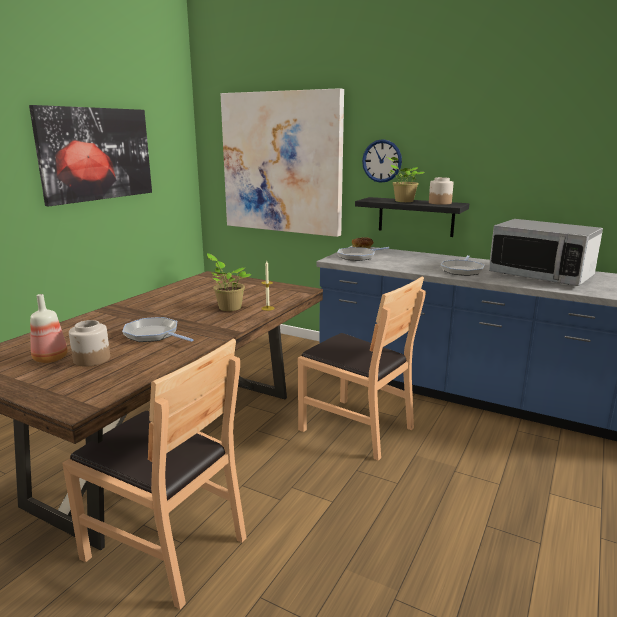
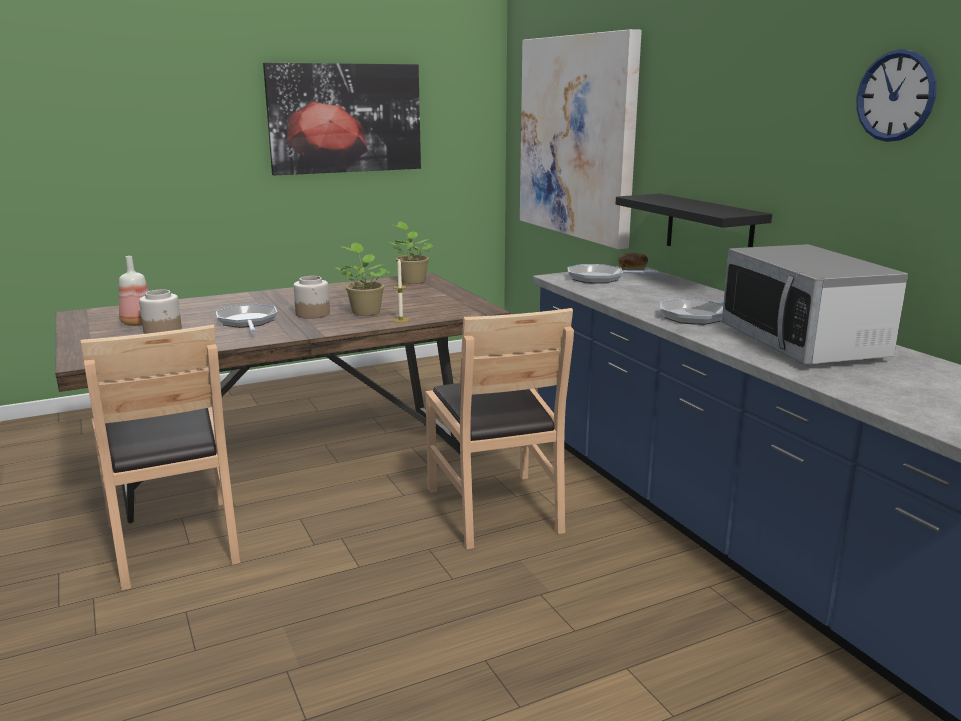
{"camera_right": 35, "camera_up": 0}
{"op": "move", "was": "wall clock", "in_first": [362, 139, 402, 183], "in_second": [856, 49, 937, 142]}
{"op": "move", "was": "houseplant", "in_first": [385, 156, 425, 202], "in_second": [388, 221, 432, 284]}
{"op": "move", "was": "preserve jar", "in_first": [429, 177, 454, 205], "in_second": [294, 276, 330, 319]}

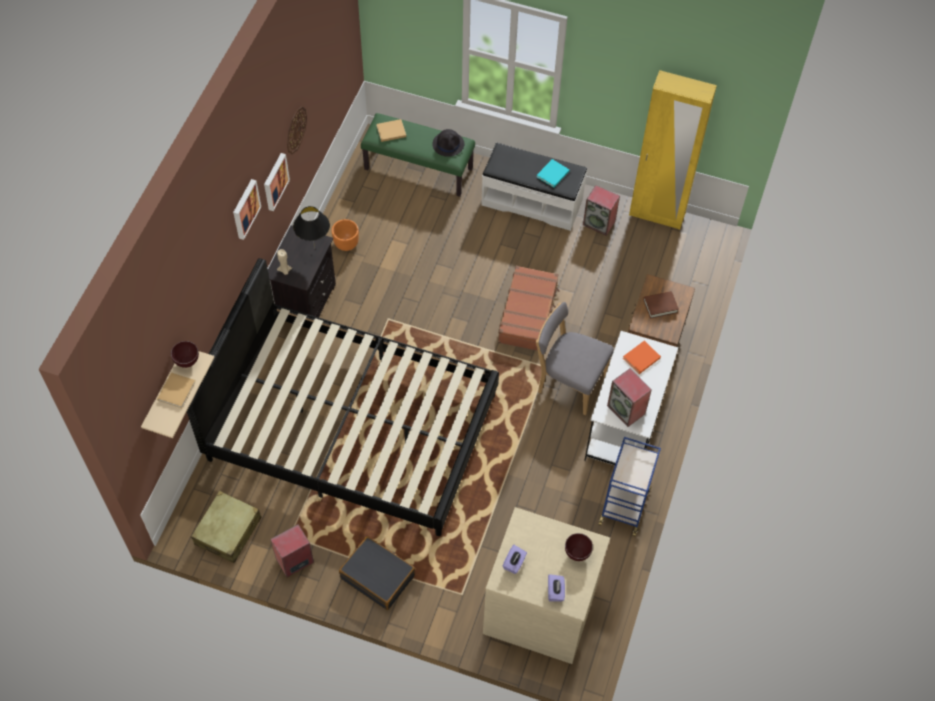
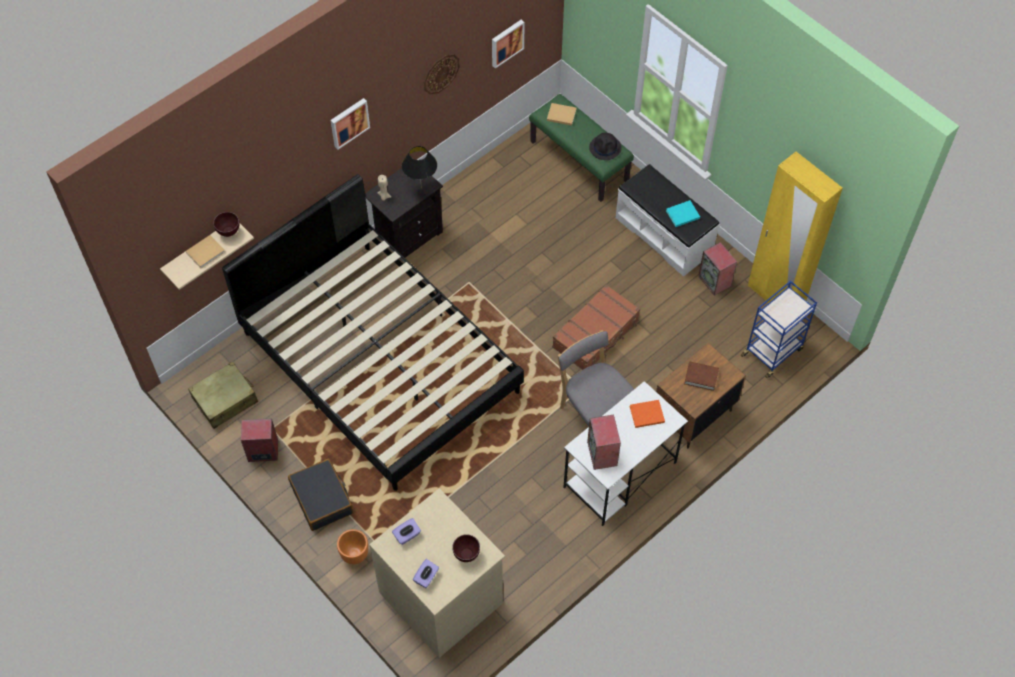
{"camera_right": 30, "camera_up": 0}
{"op": "move", "was": "wall art", "in_first": [264, 153, 290, 211], "in_second": [492, 20, 525, 69]}
{"op": "move", "was": "orange-coloured plant pot", "in_first": [332, 219, 359, 251], "in_second": [337, 529, 368, 564]}
{"op": "move", "was": "blue-coloured cart", "in_first": [598, 437, 661, 536], "in_second": [741, 281, 817, 378]}

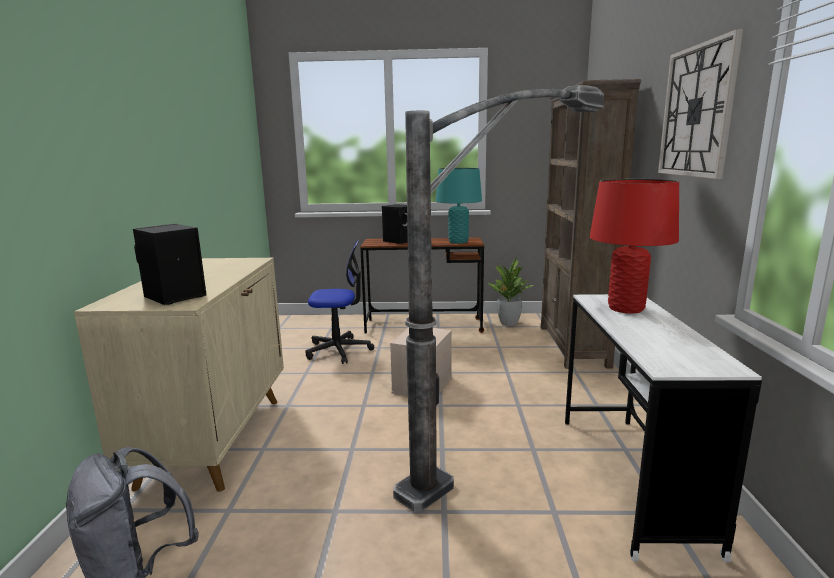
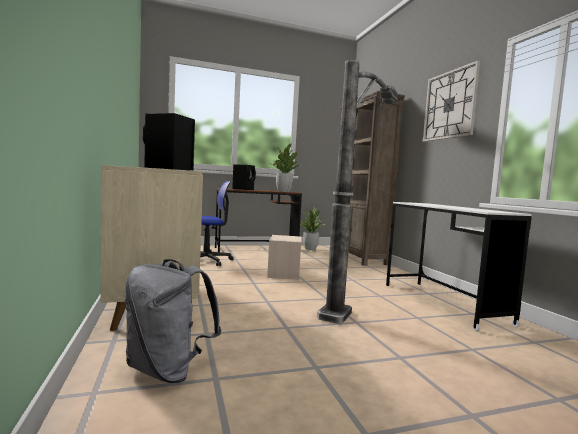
{"camera_right": -20, "camera_up": -10}
{"op": "replace", "was": "blue-green tabletop lamp", "now": "houseplant", "in_first": [436, 168, 482, 244], "in_second": [270, 144, 301, 192]}
{"op": "delete", "was": "red-coloured tabletop lamp", "in_first": [590, 179, 679, 314]}

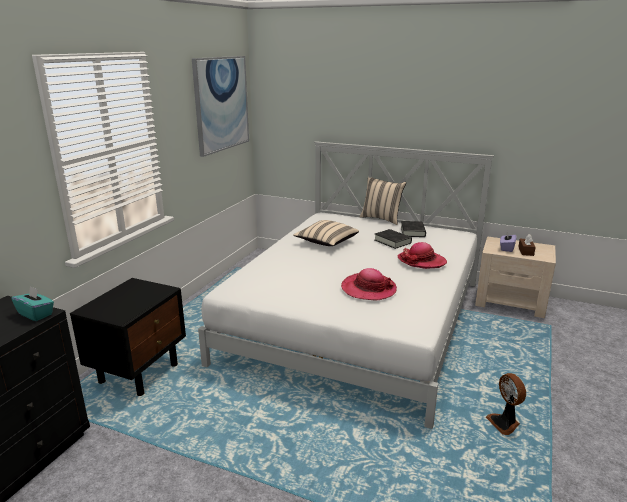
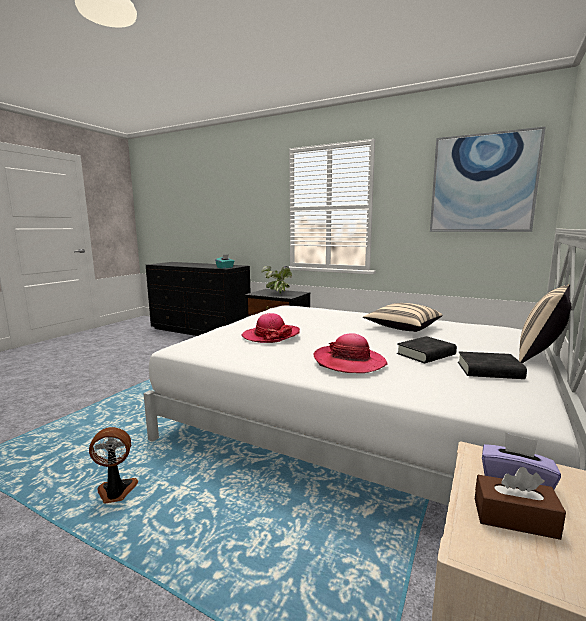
{"camera_right": 95, "camera_up": -10}
{"op": "insert", "now": "houseplant", "in_second": [262, 266, 292, 294]}

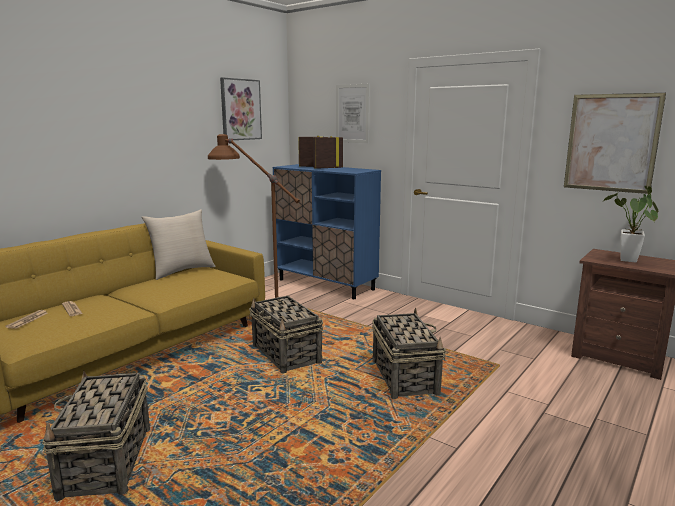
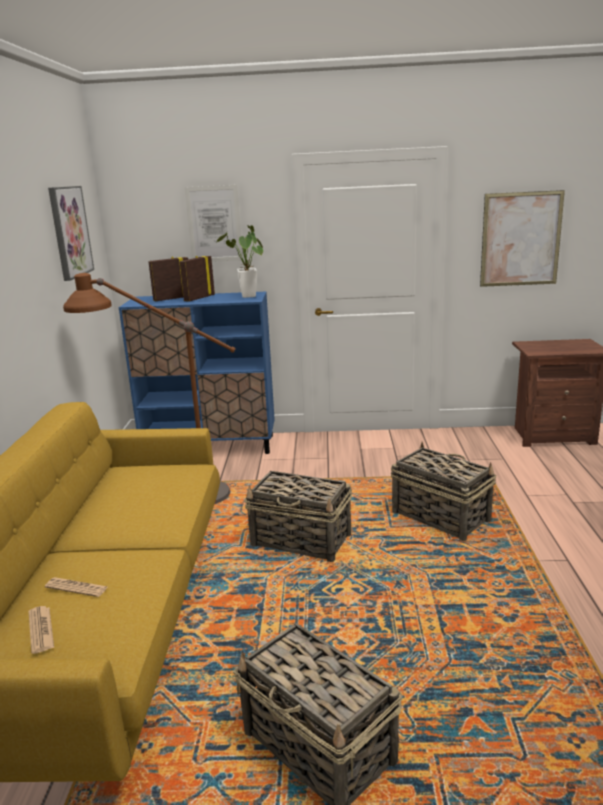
{"camera_right": -35, "camera_up": 5}
{"op": "delete", "was": "beige-coloured pillow", "in_first": [141, 209, 216, 280]}
{"op": "move", "was": "houseplant", "in_first": [603, 186, 658, 263], "in_second": [216, 225, 263, 298]}

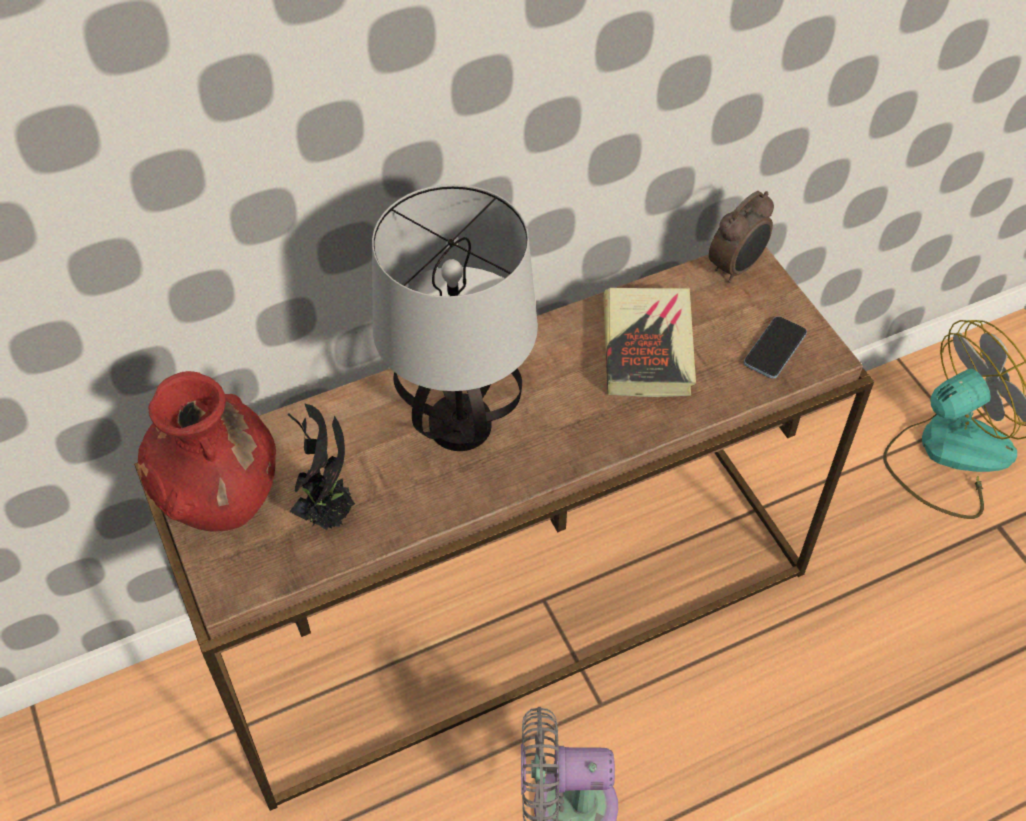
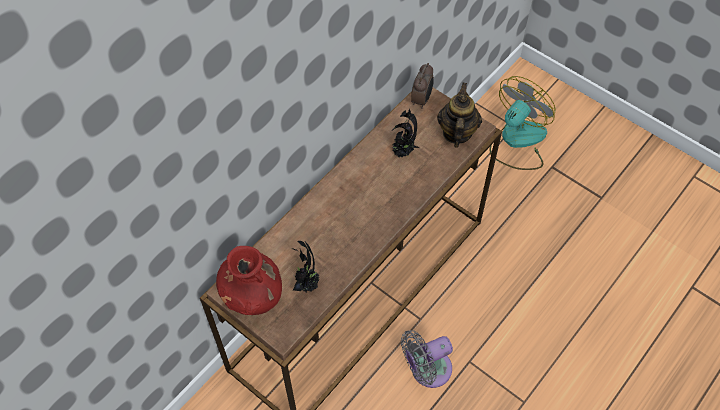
{"camera_right": -25, "camera_up": 5}
{"op": "delete", "was": "tabletop lamp", "in_first": [372, 184, 538, 451]}
{"op": "replace", "was": "volume", "now": "houseplant", "in_first": [603, 288, 696, 397], "in_second": [391, 109, 420, 158]}
{"op": "replace", "was": "telephone", "now": "teapot", "in_first": [744, 316, 807, 379], "in_second": [437, 83, 482, 148]}

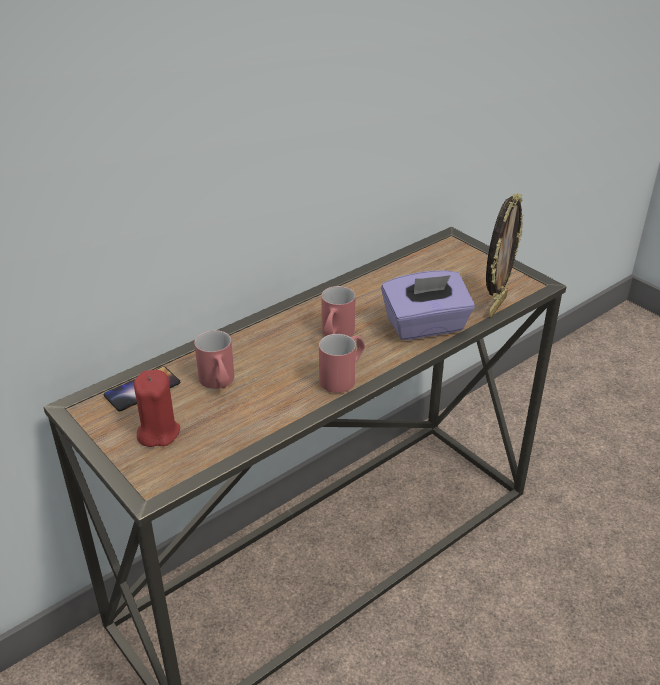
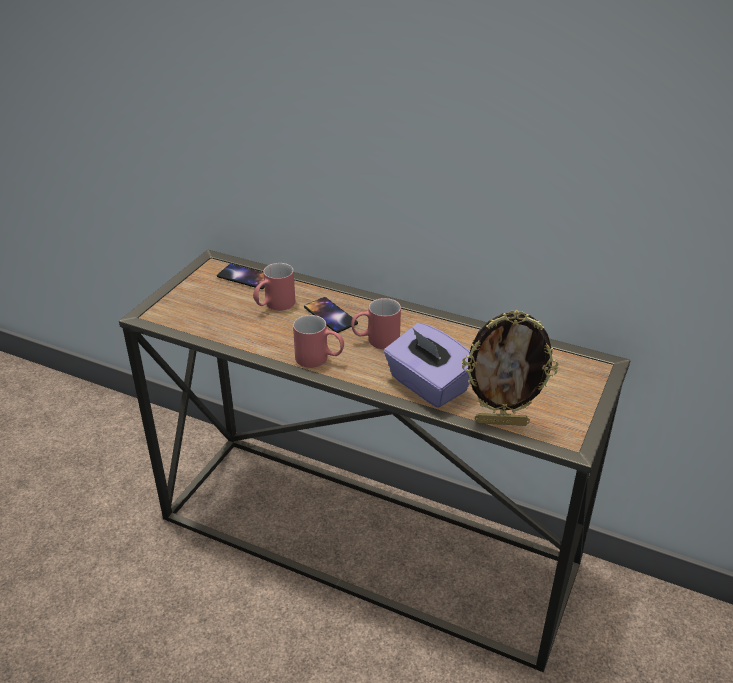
{"camera_right": 65, "camera_up": 0}
{"op": "delete", "was": "red-coloured wax light", "in_first": [134, 370, 180, 447]}
{"op": "insert", "now": "telephone", "in_second": [304, 297, 358, 333]}

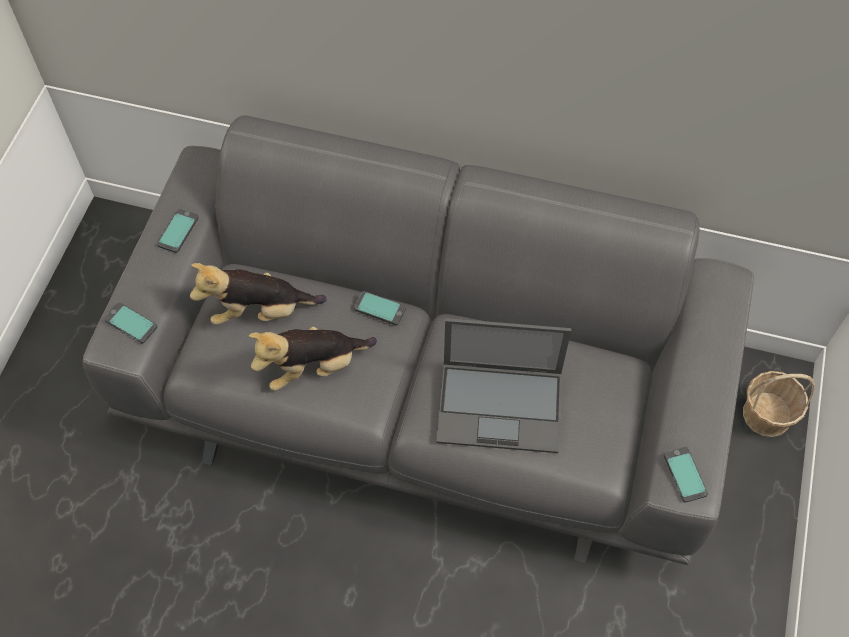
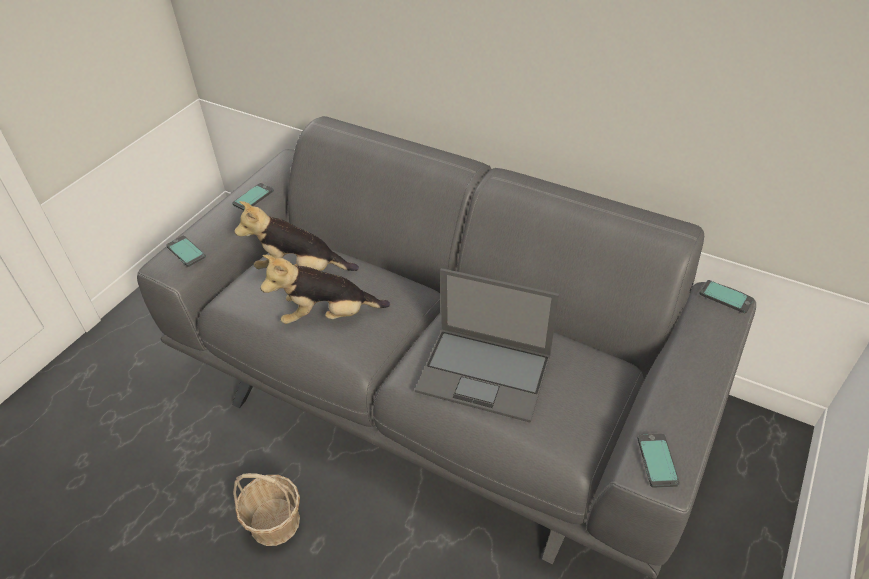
{"camera_right": 15, "camera_up": -15}
{"op": "move", "was": "telephone", "in_first": [354, 291, 406, 325], "in_second": [699, 280, 754, 313]}
{"op": "move", "was": "household basket", "in_first": [743, 371, 815, 437], "in_second": [233, 473, 300, 546]}

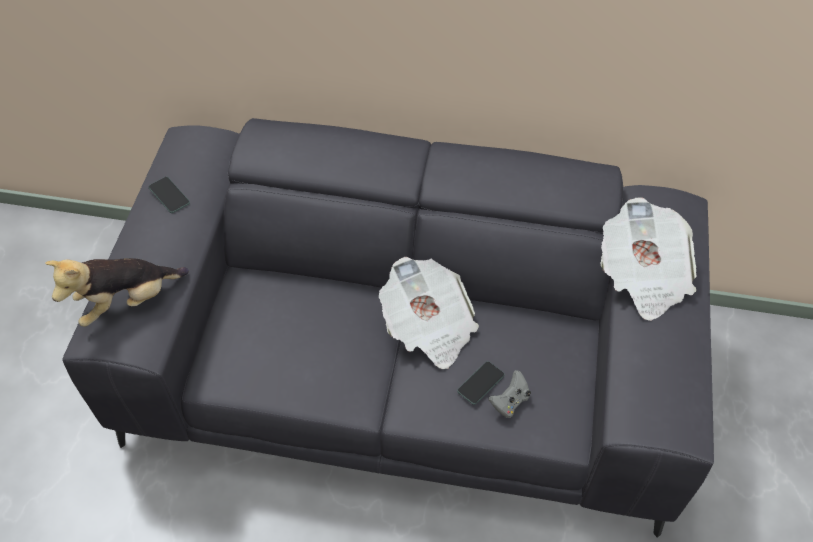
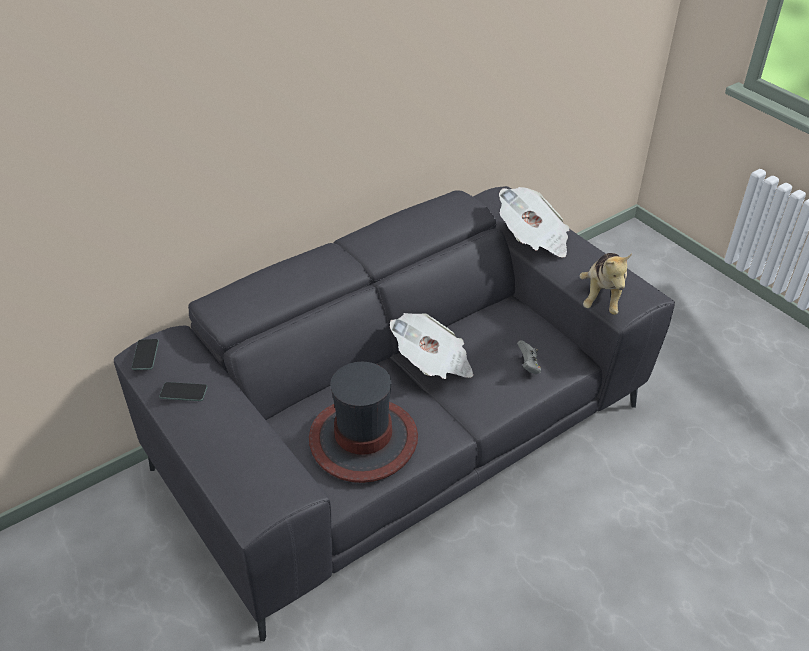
{"camera_right": -45, "camera_up": -10}
{"op": "move", "was": "cuddly toy", "in_first": [45, 258, 189, 327], "in_second": [580, 253, 632, 315]}
{"op": "move", "was": "telephone", "in_first": [457, 361, 505, 405], "in_second": [132, 339, 159, 370]}
{"op": "insert", "now": "clothing hat", "in_second": [309, 362, 418, 483]}

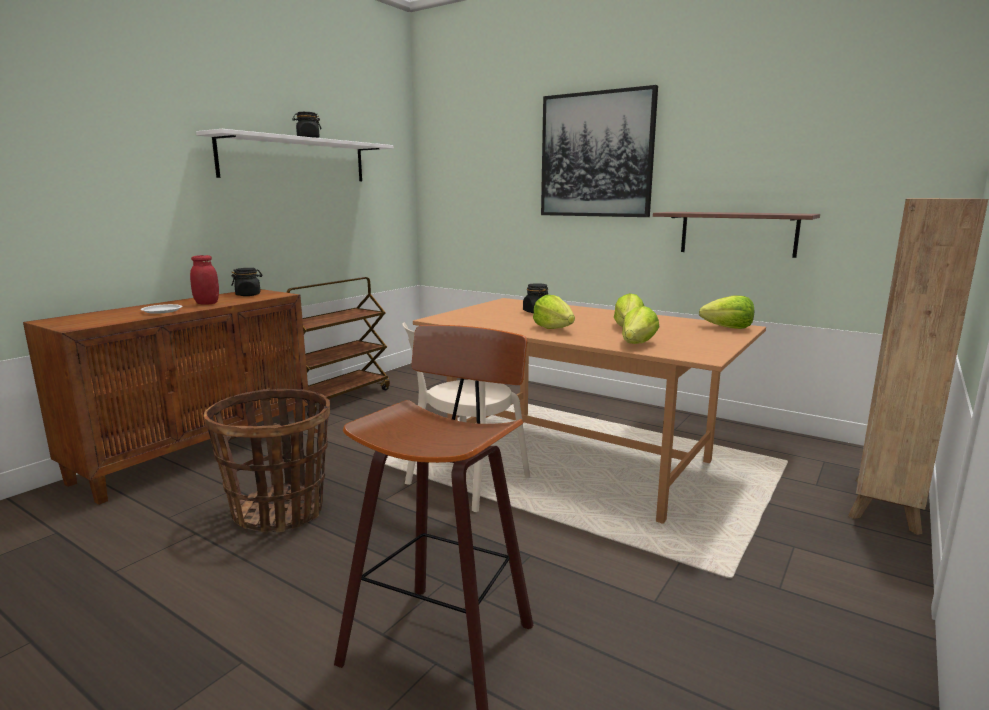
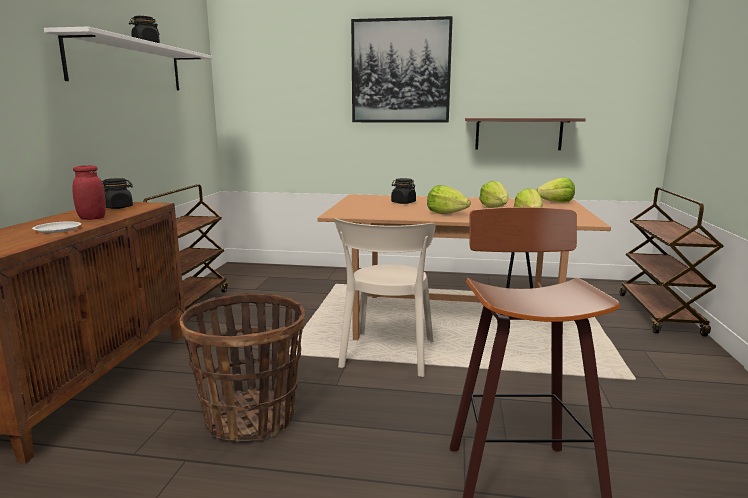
{"camera_right": -25, "camera_up": 0}
{"op": "replace", "was": "brownish bookshelf", "now": "brownish cart", "in_first": [848, 198, 988, 535], "in_second": [620, 187, 723, 336]}

